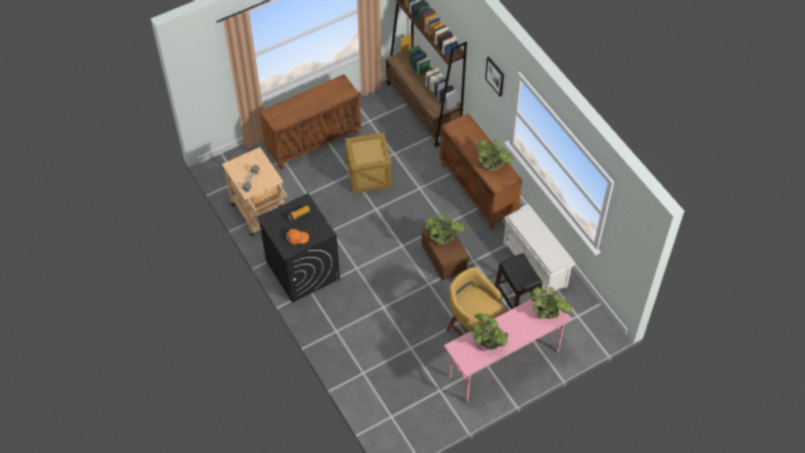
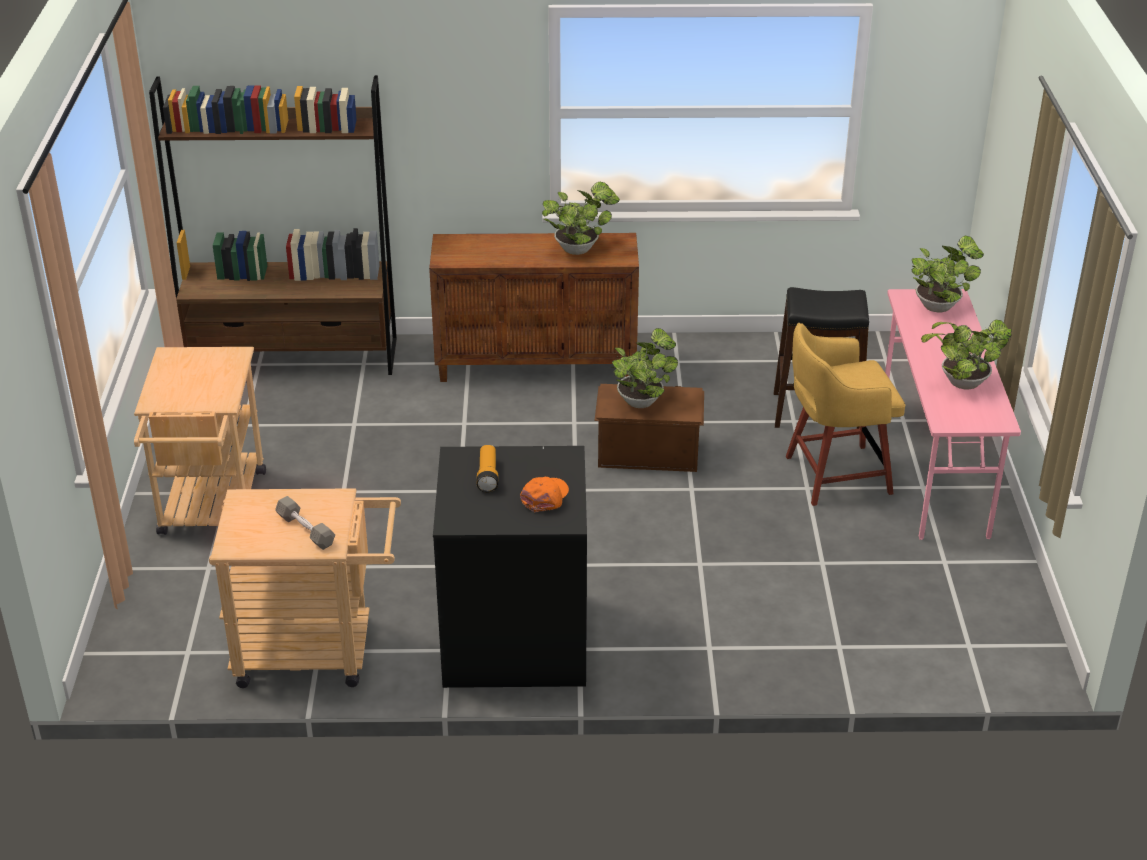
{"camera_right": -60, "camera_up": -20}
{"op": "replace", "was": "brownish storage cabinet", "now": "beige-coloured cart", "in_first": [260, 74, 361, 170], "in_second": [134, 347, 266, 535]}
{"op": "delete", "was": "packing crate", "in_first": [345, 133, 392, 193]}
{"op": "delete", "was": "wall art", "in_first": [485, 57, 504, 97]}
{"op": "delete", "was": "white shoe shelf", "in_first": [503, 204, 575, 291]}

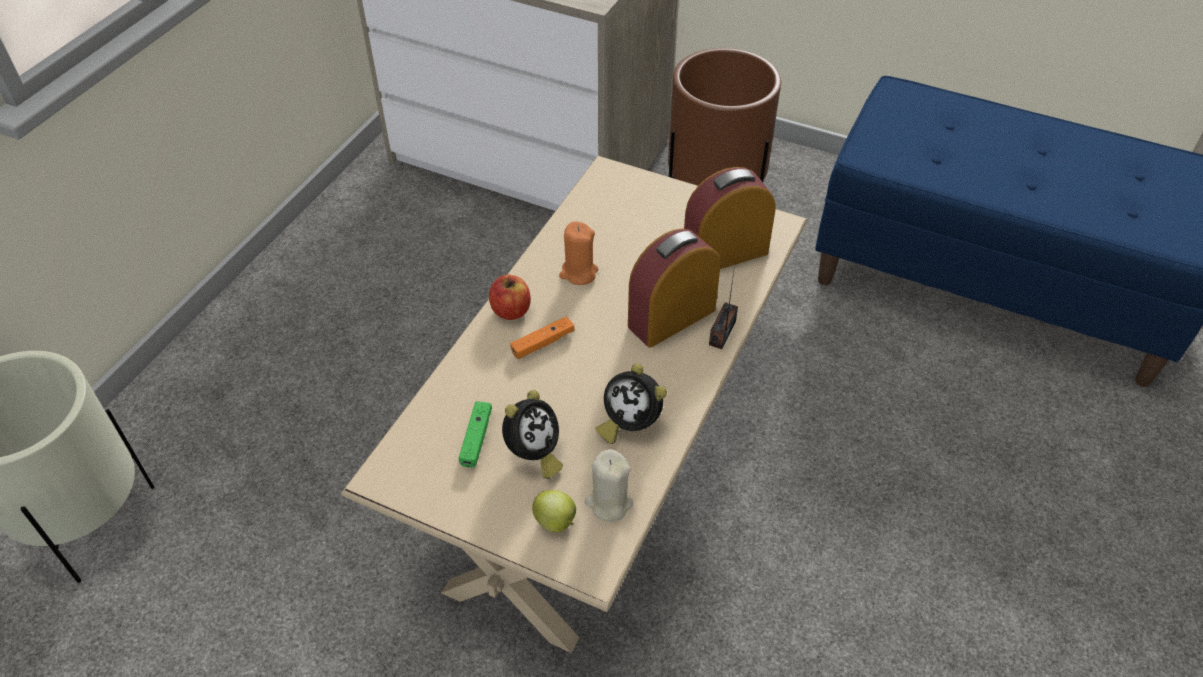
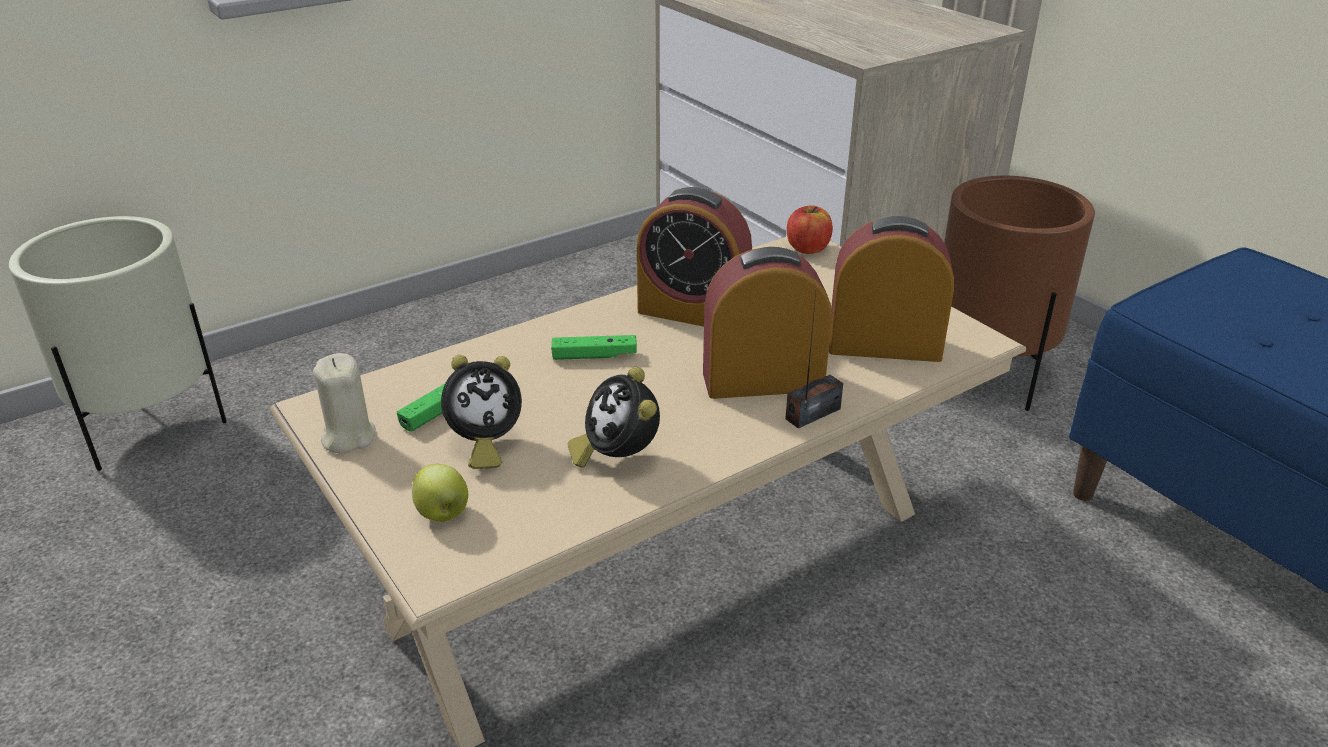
{"camera_right": 30, "camera_up": -15}
{"op": "move", "was": "apple fruit", "in_first": [489, 275, 531, 320], "in_second": [787, 205, 833, 254]}
{"op": "recolor", "was": "orange-coloured joypad", "now": "green joypad", "in_first": [510, 317, 574, 359], "in_second": [551, 335, 637, 360]}
{"op": "replace", "was": "orange-coloured wax light", "now": "alarm clock", "in_first": [559, 221, 598, 285], "in_second": [637, 187, 752, 327]}
{"op": "move", "was": "beige-coloured wax light", "in_first": [585, 449, 633, 522], "in_second": [313, 353, 376, 453]}

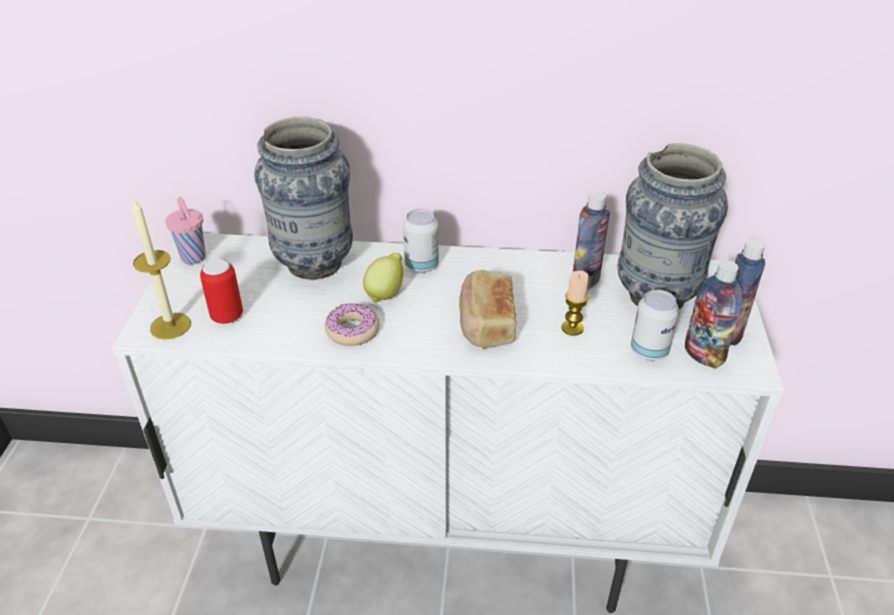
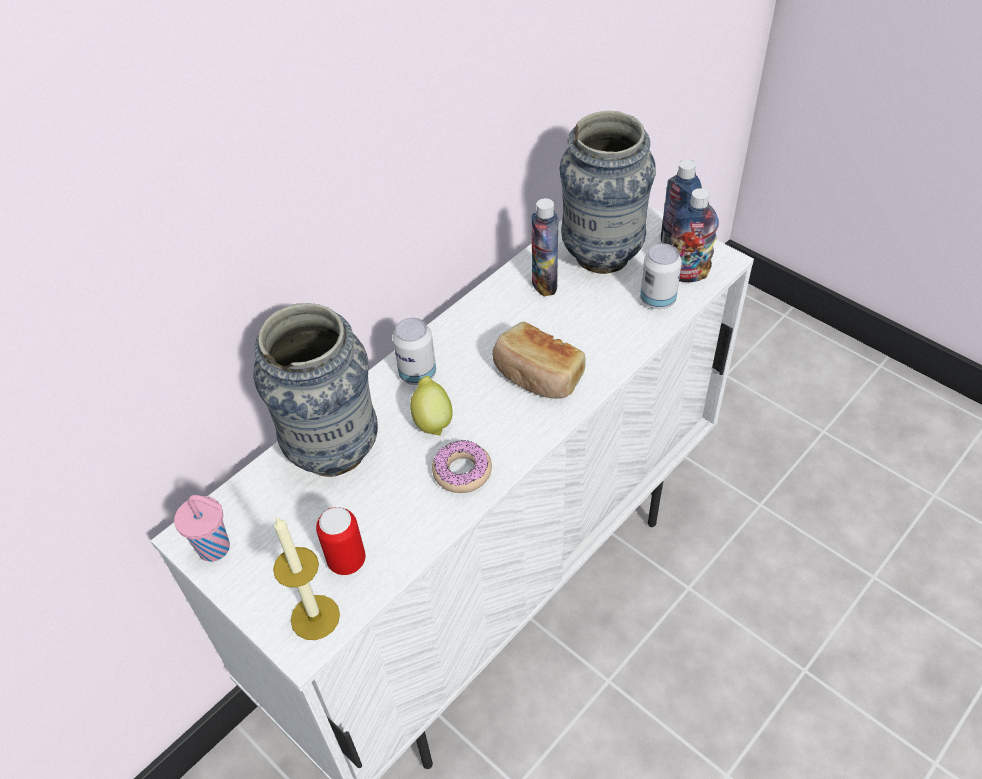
{"camera_right": -50, "camera_up": 10}
{"op": "delete", "was": "wax light", "in_first": [562, 270, 589, 336]}

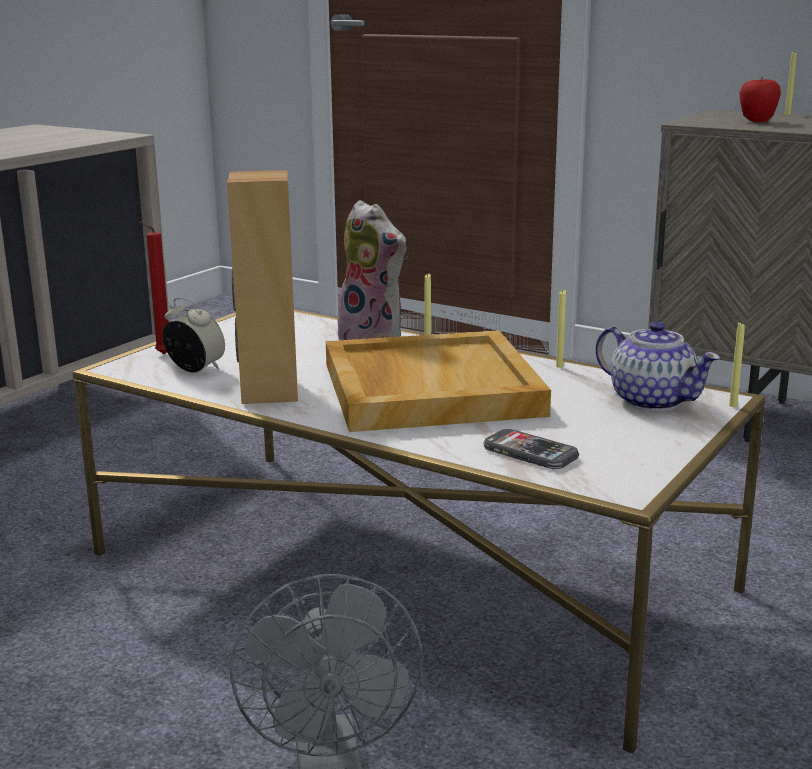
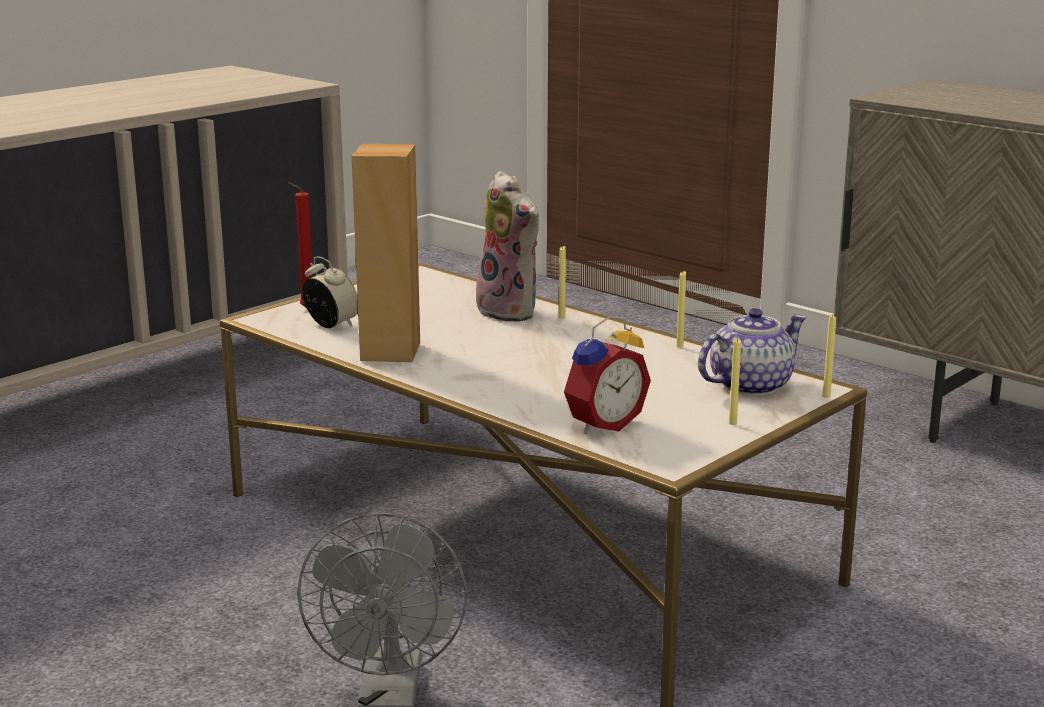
{"camera_right": 10, "camera_up": 0}
{"op": "delete", "was": "beige-coloured serving tray", "in_first": [326, 330, 551, 432]}
{"op": "replace", "was": "telephone", "now": "alarm clock", "in_first": [483, 429, 579, 469], "in_second": [564, 316, 651, 434]}
{"op": "rotate", "was": "teapot", "in_first": [595, 321, 720, 411], "in_second": [698, 308, 807, 396], "clockwise": -90}
{"op": "delete", "was": "apple fruit", "in_first": [740, 76, 781, 122]}
{"op": "move", "was": "yellow-coloured wax light", "in_first": [785, 51, 797, 115], "in_second": [729, 338, 741, 425]}

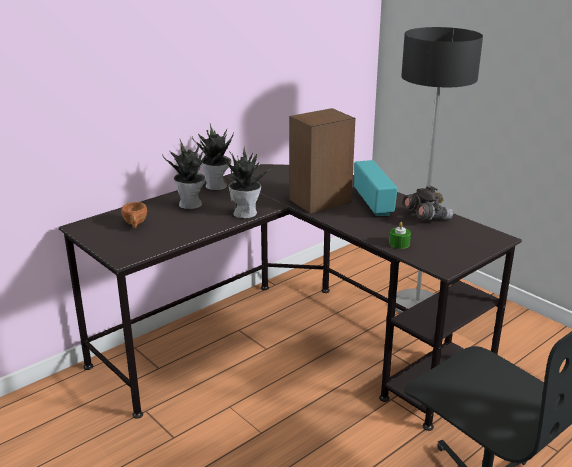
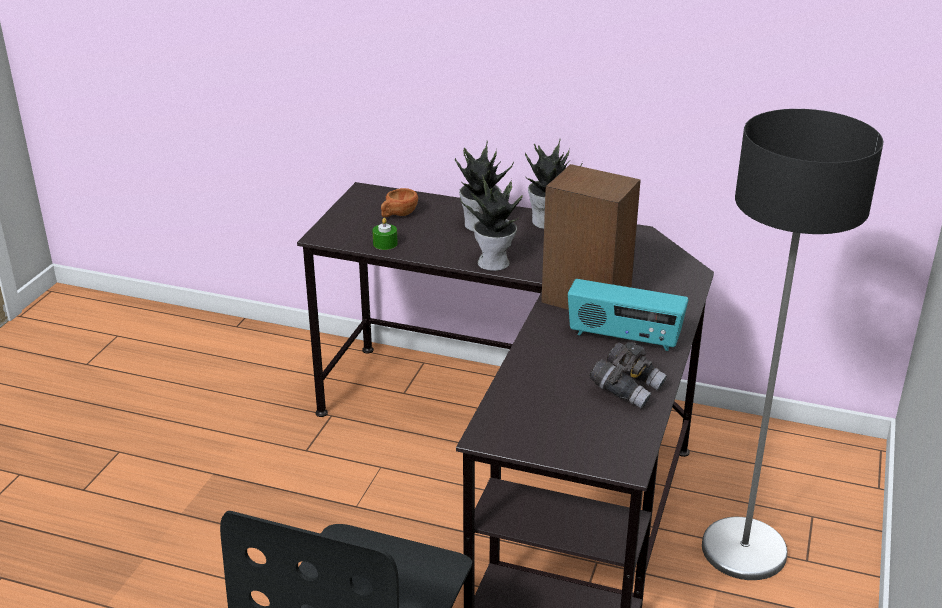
{"camera_right": 60, "camera_up": 5}
{"op": "rotate", "was": "radio set", "in_first": [354, 160, 397, 216], "in_second": [568, 279, 689, 351], "clockwise": 60}
{"op": "move", "was": "green wax light", "in_first": [389, 222, 411, 249], "in_second": [372, 218, 398, 250]}

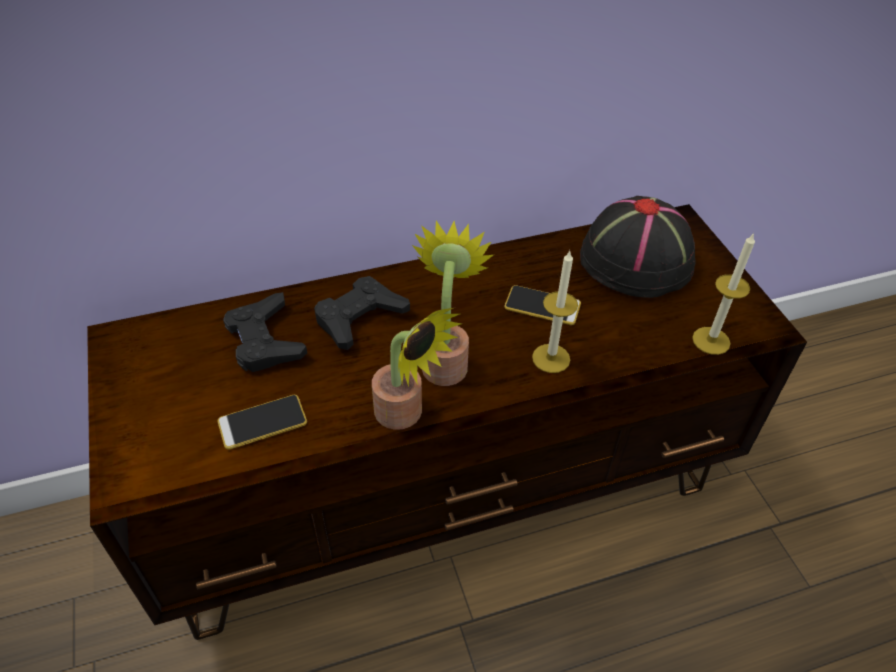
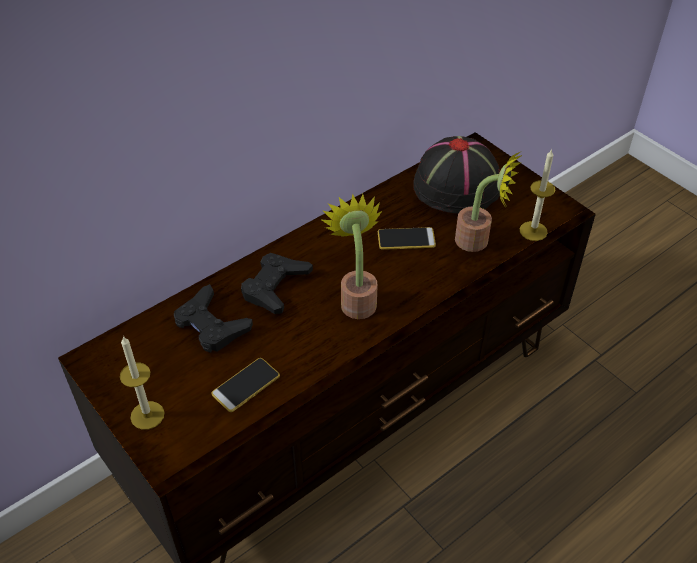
{"camera_right": -20, "camera_up": 0}
{"op": "move", "was": "houseplant", "in_first": [372, 308, 462, 430], "in_second": [455, 152, 522, 252]}
{"op": "move", "was": "wax light", "in_first": [532, 250, 578, 373], "in_second": [120, 336, 165, 430]}

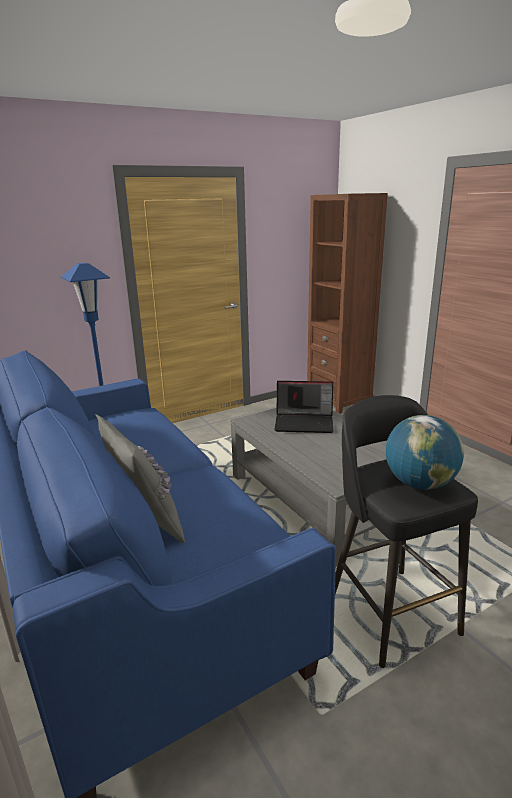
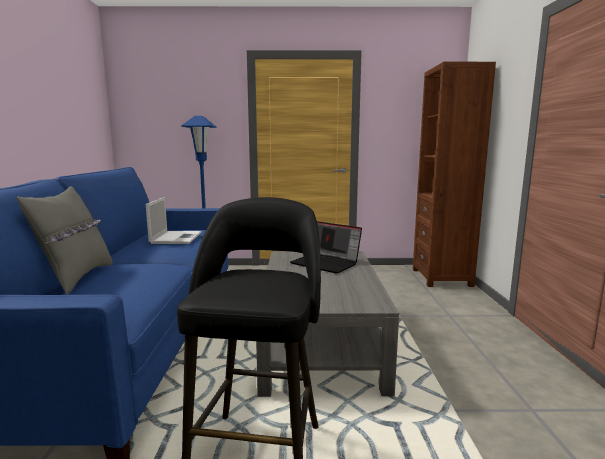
{"camera_right": 30, "camera_up": -10}
{"op": "delete", "was": "globe", "in_first": [386, 415, 464, 490]}
{"op": "insert", "now": "laptop", "in_second": [146, 197, 202, 244]}

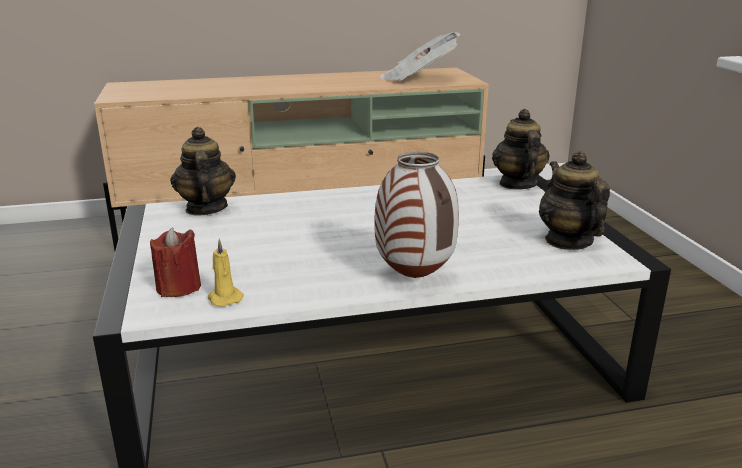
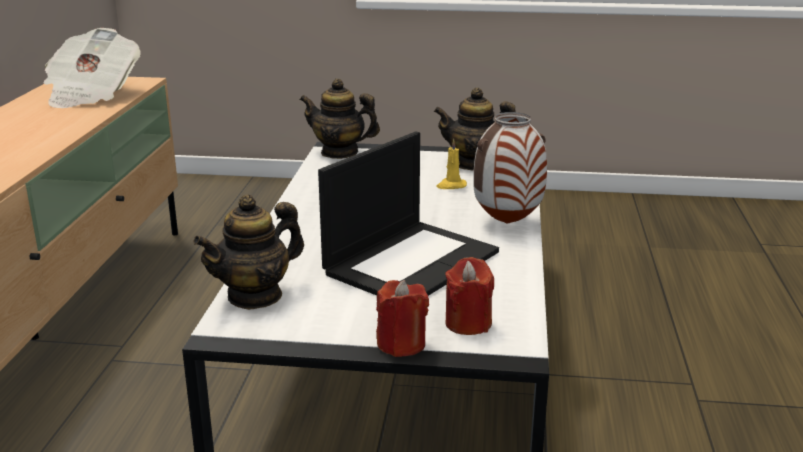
{"camera_right": -70, "camera_up": 0}
{"op": "rotate", "was": "teapot", "in_first": [170, 127, 236, 215], "in_second": [193, 194, 304, 310], "clockwise": -45}
{"op": "move", "was": "yellow-coloured wax light", "in_first": [208, 239, 244, 307], "in_second": [436, 139, 467, 189]}
{"op": "insert", "now": "laptop", "in_second": [318, 132, 499, 296]}
{"op": "insert", "now": "red-coloured wax light", "in_second": [376, 280, 429, 357]}

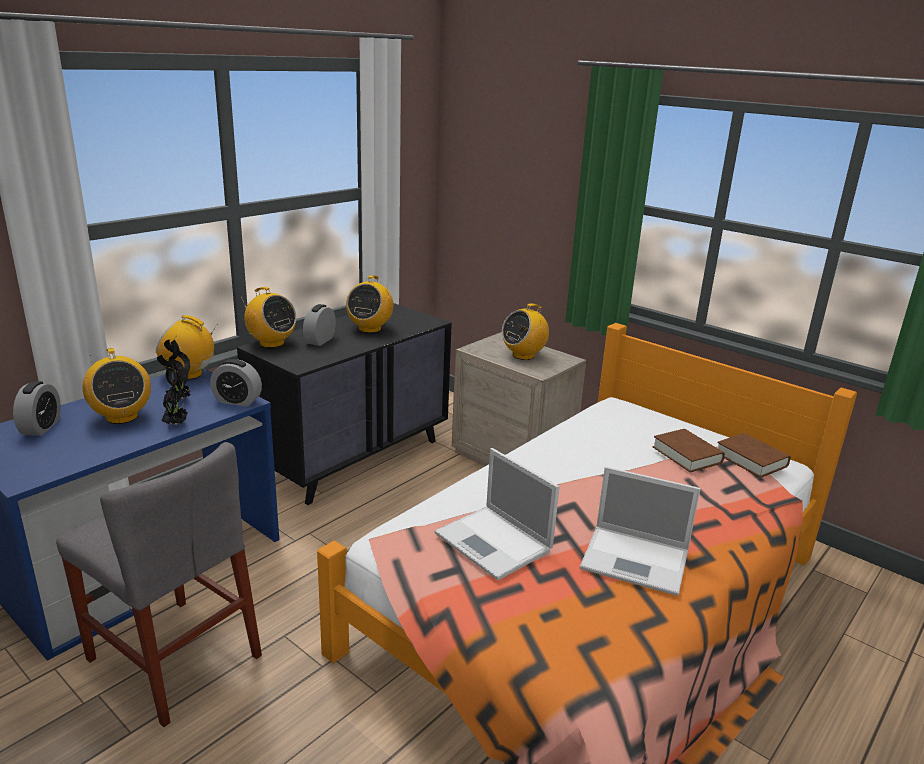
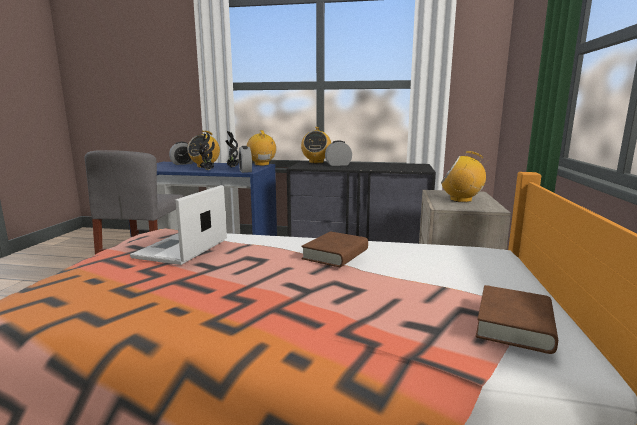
{"camera_right": 60, "camera_up": -10}
{"op": "delete", "was": "radio set", "in_first": [346, 275, 393, 333]}
{"op": "delete", "was": "laptop", "in_first": [580, 466, 701, 596]}
{"op": "move", "was": "brownish volume", "in_first": [652, 429, 725, 472], "in_second": [301, 231, 368, 267]}

